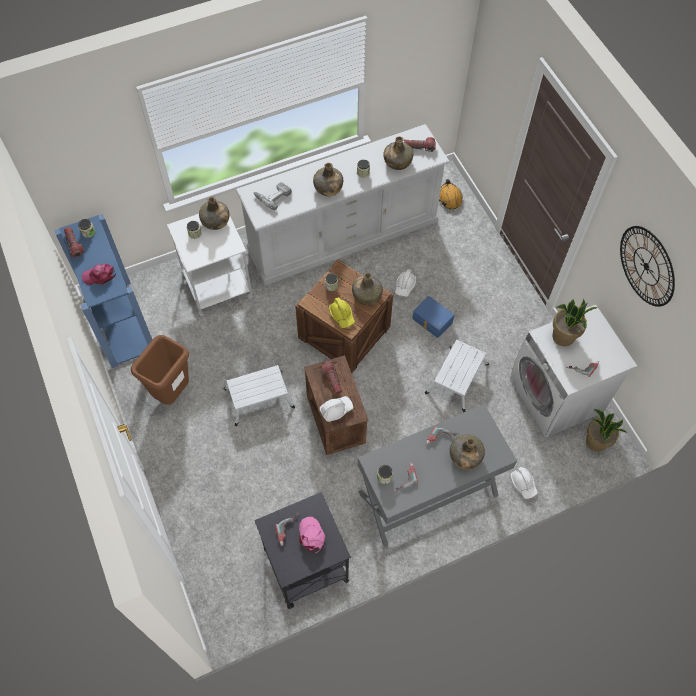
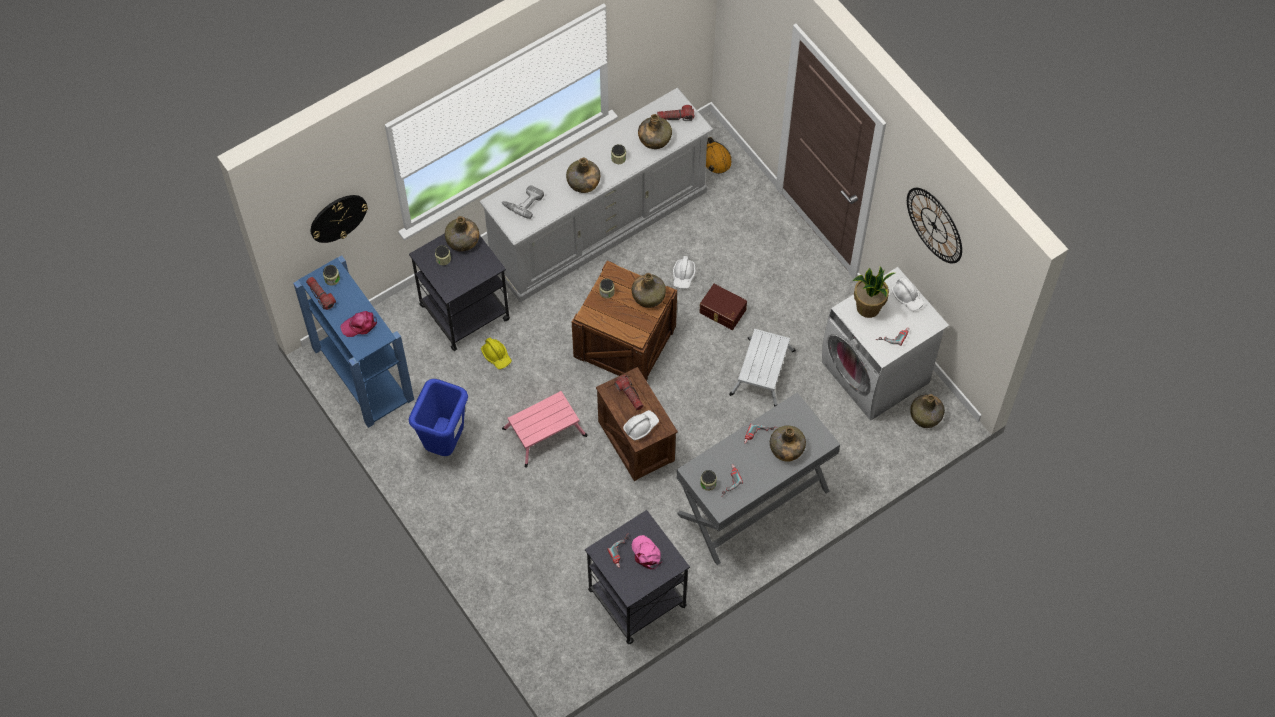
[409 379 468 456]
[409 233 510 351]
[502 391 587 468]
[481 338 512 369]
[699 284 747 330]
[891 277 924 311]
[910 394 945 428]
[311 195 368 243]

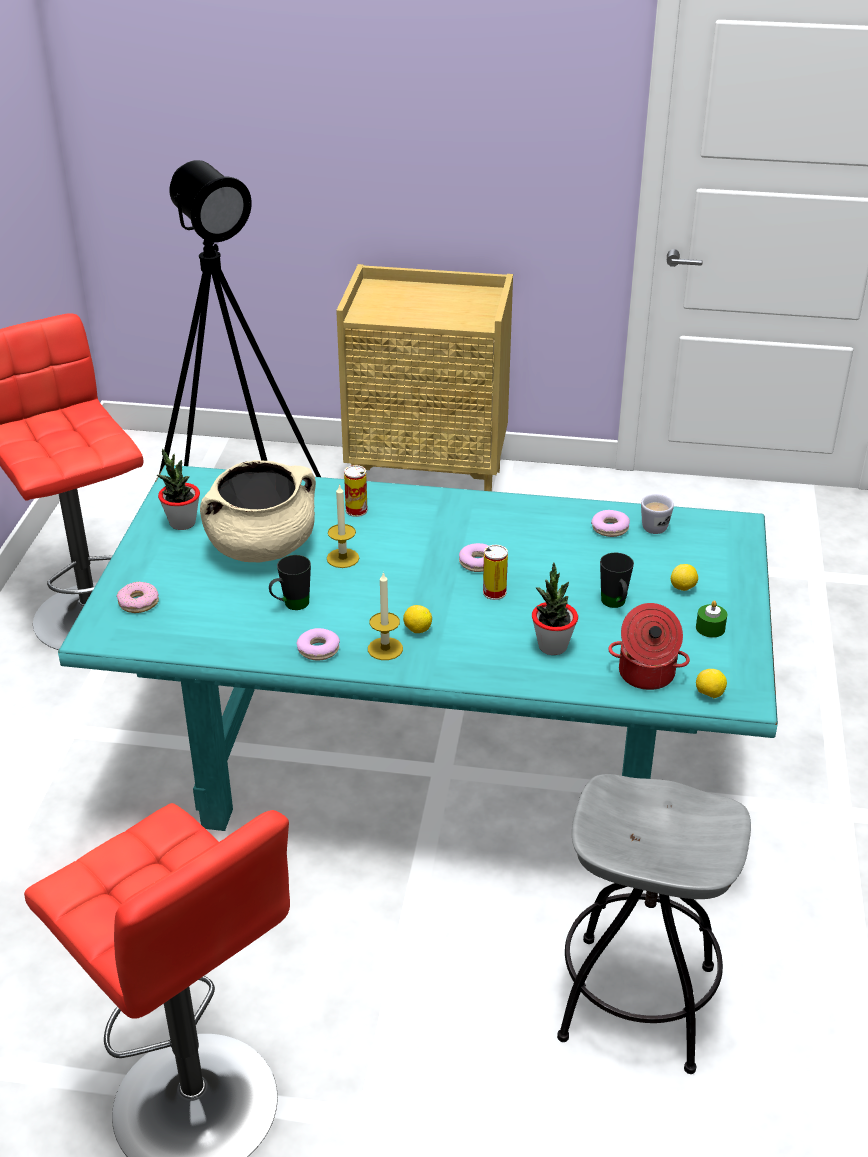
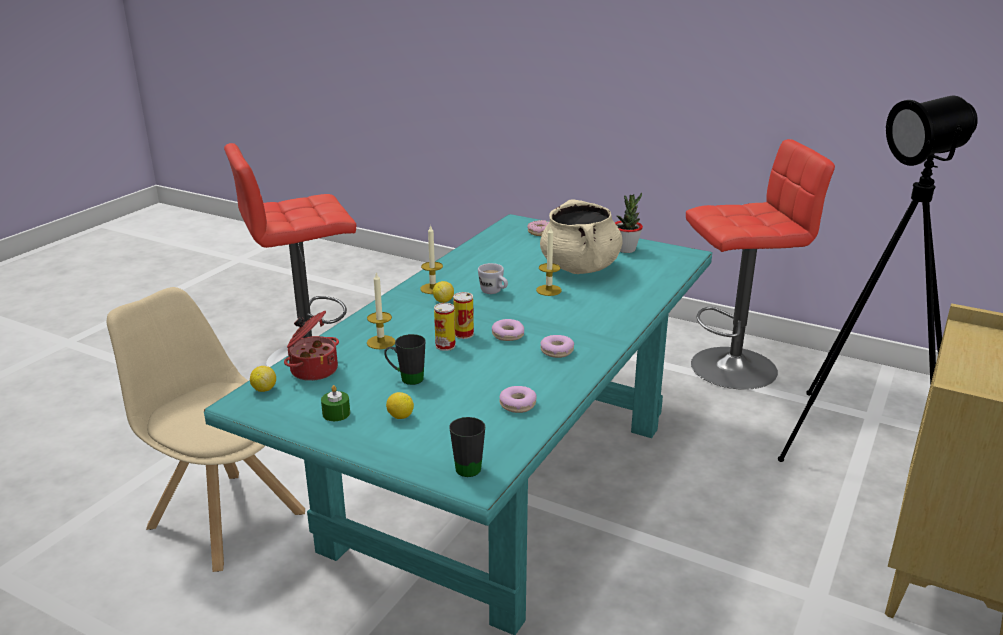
[449 417 485 477]
[540 335 574 358]
[434 303 455 351]
[367 272 395 349]
[107 287 305 572]
[478 263 508 294]

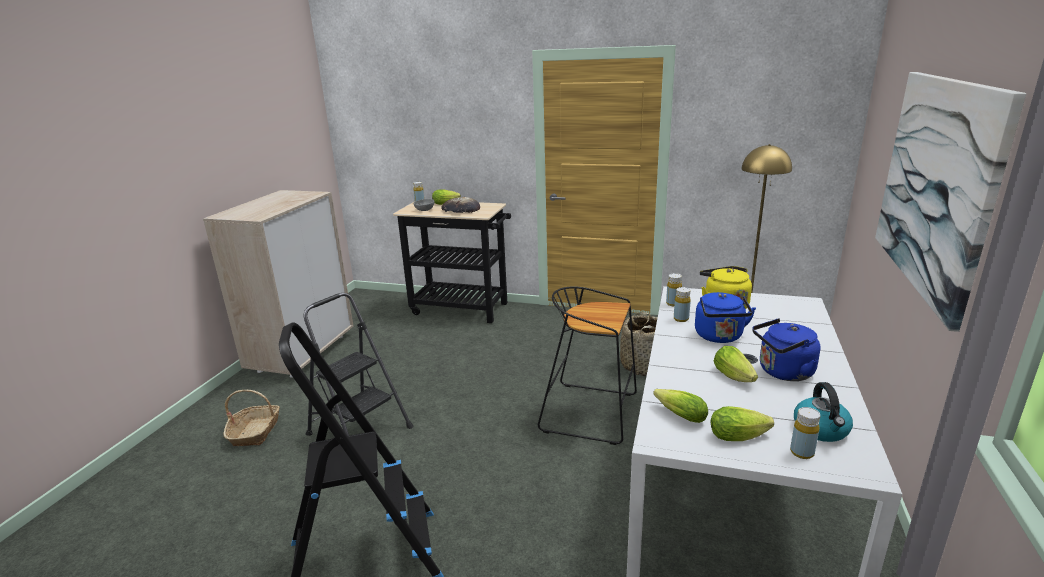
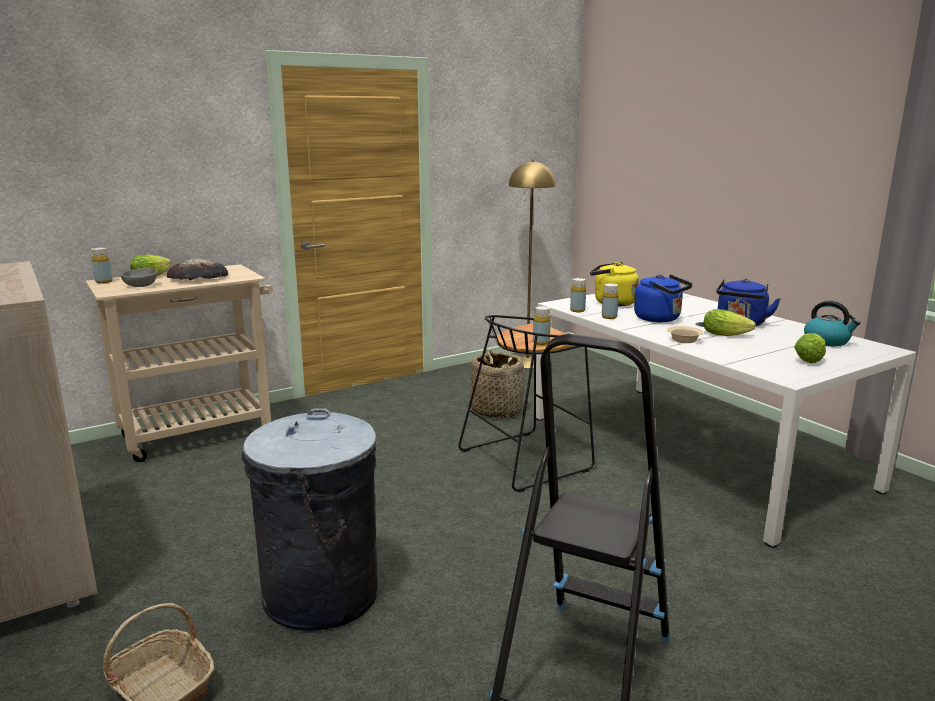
[242 408 378 631]
[86 264 273 462]
[653 389 708 423] (first image)
[533 306 551 345]
[875 72 1026 332] (first image)
[667 326 704 343]

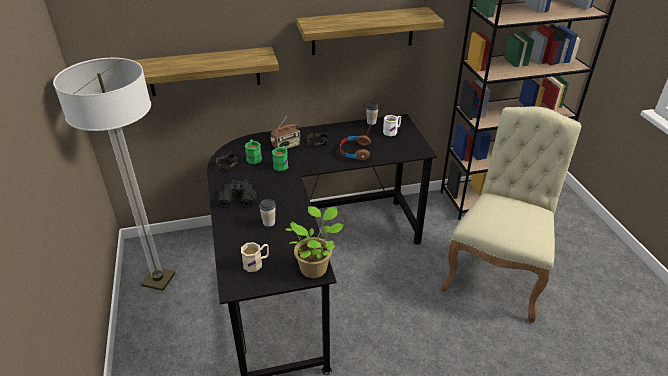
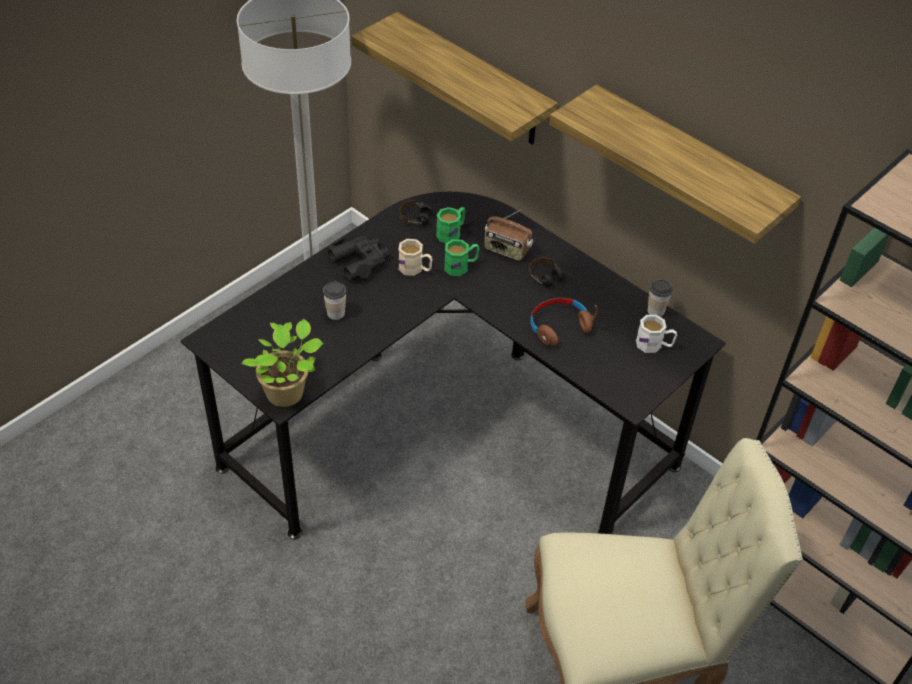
[398 239 433 276]

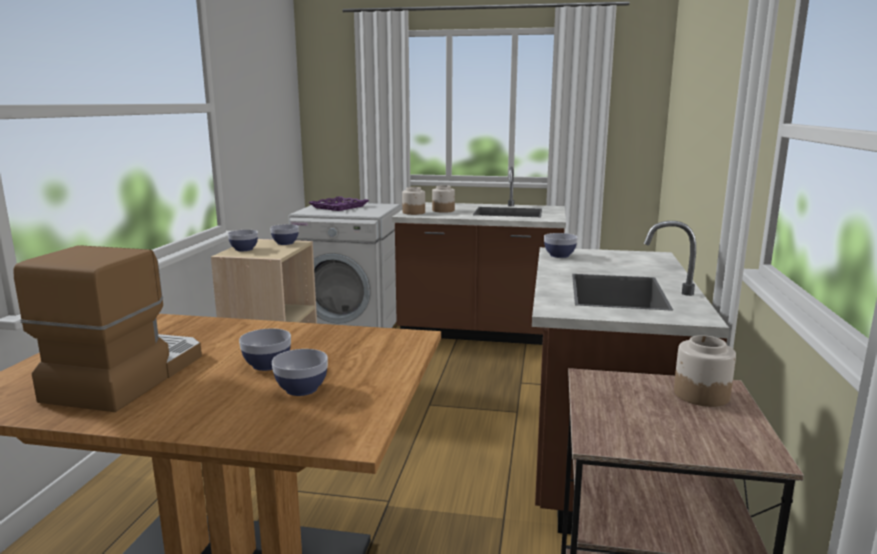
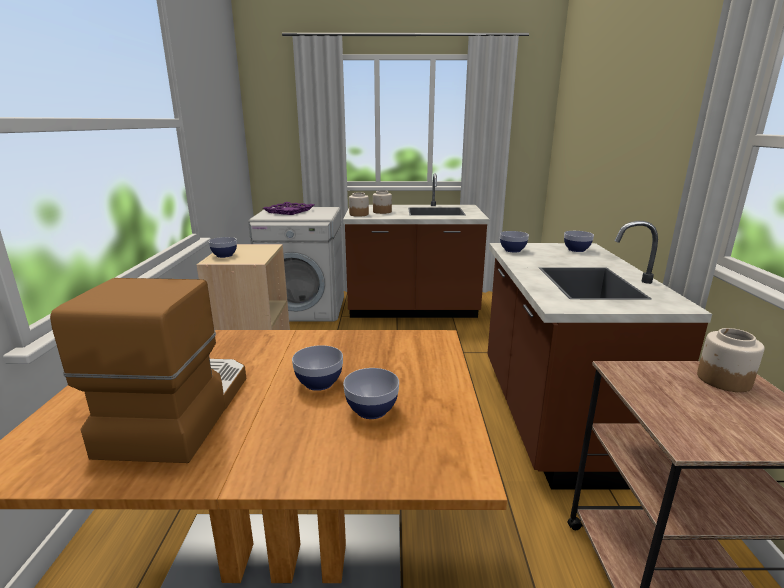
[564 231 594 252]

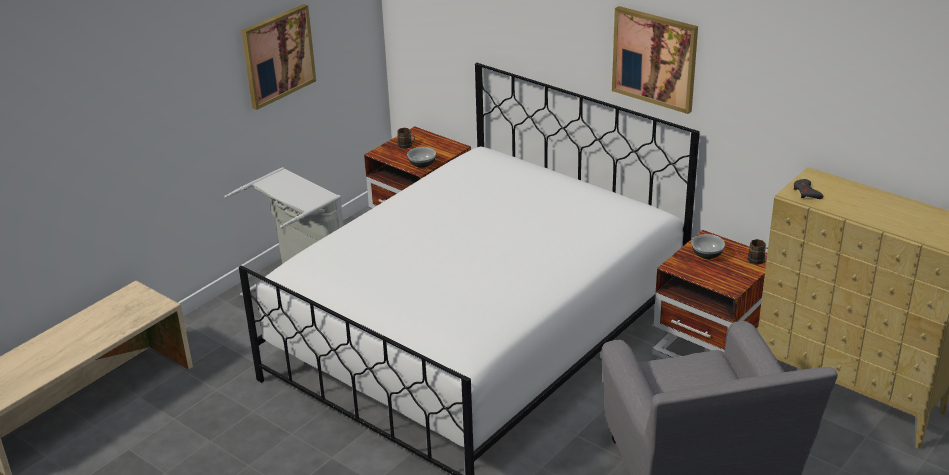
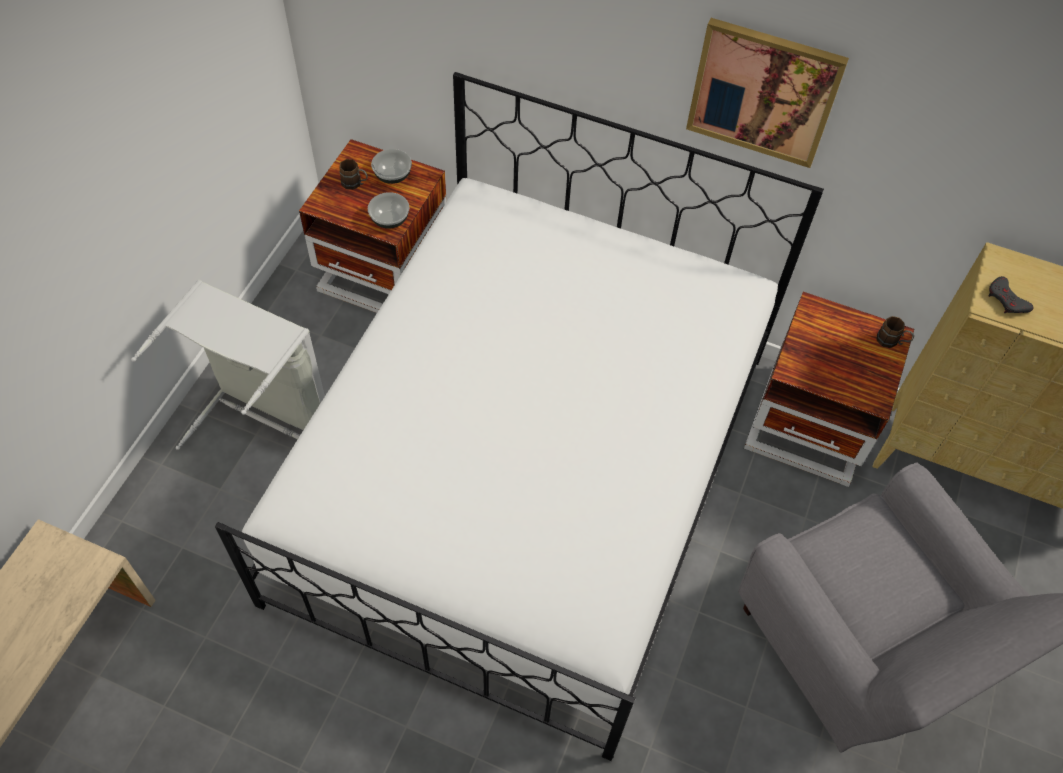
[241 4 316 110] (first image)
[371 149 412 184]

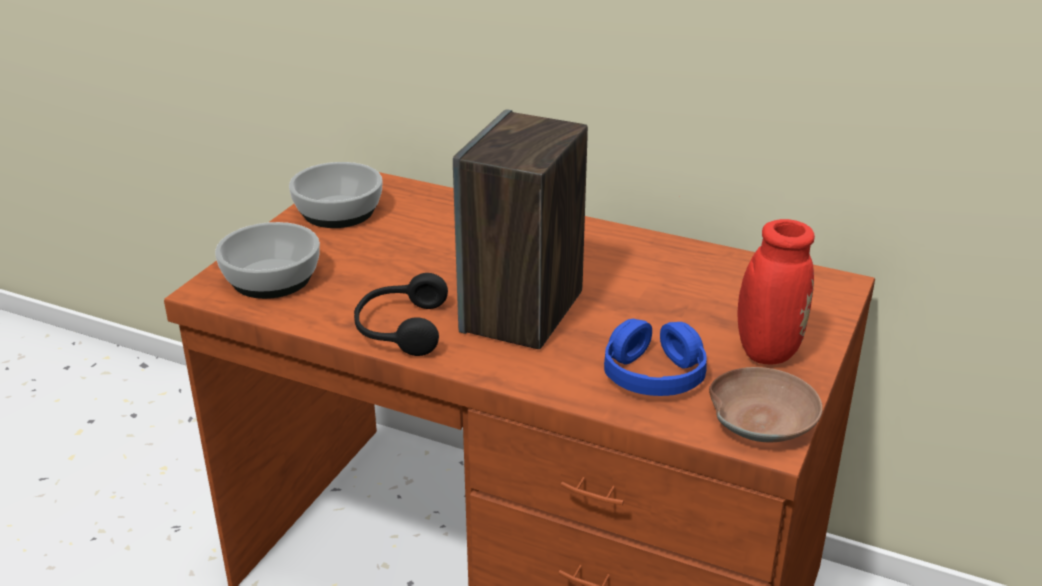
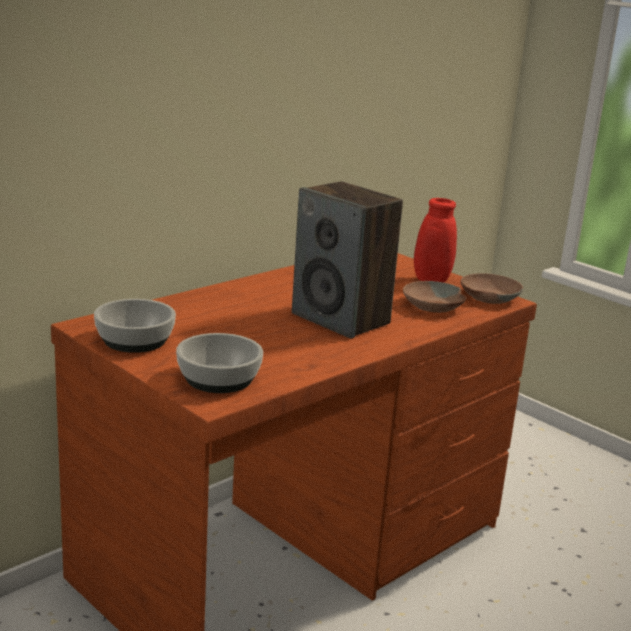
[354 273 448 356] (first image)
[403 281 466 313]

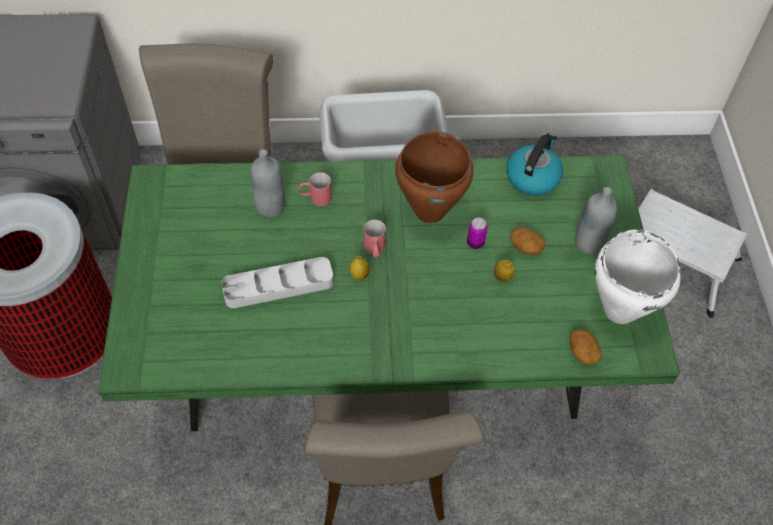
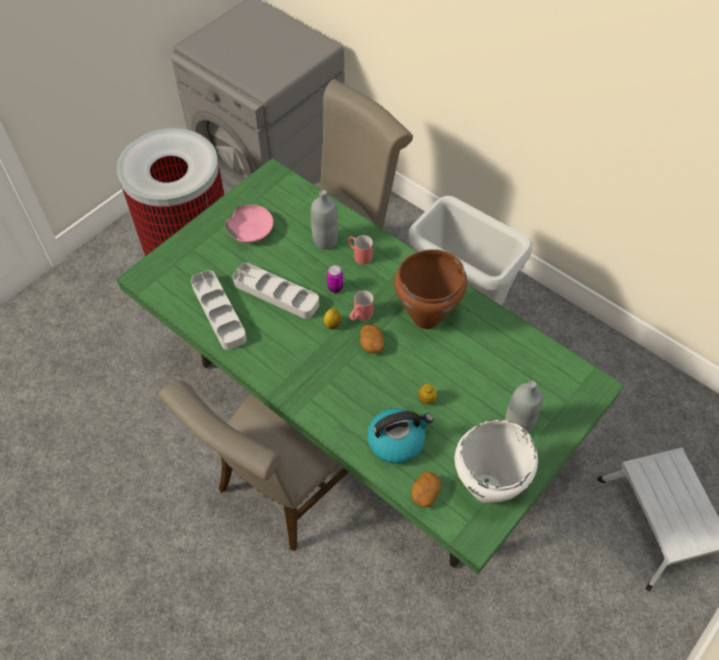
[327 265 343 293]
[367 408 434 464]
[360 324 384 354]
[191 270 247 350]
[225 205 273 243]

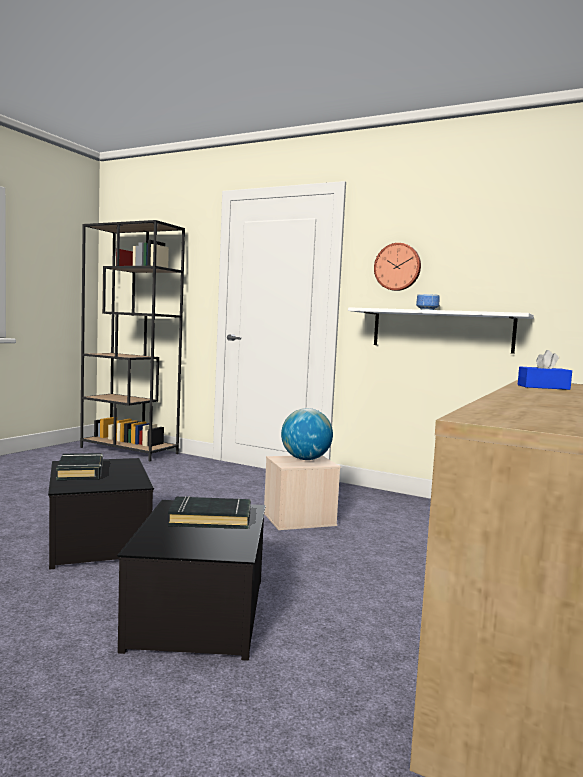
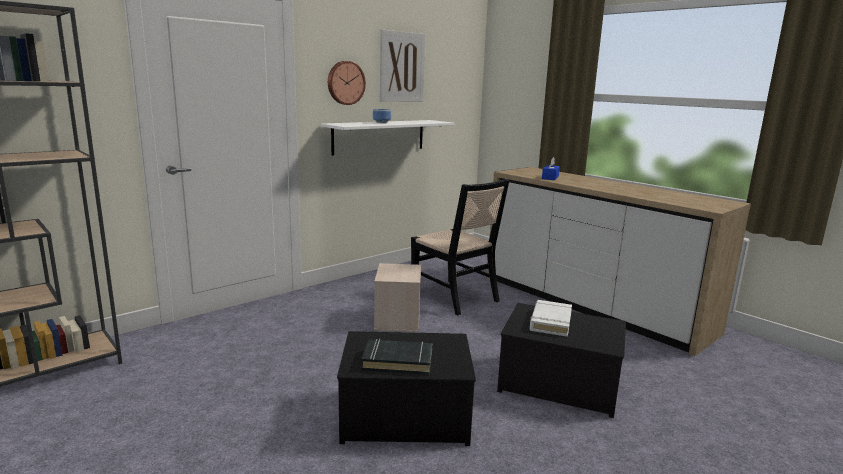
[530 300 572 337]
[281 408 333 460] (first image)
[380 30 425 102]
[411 179 509 315]

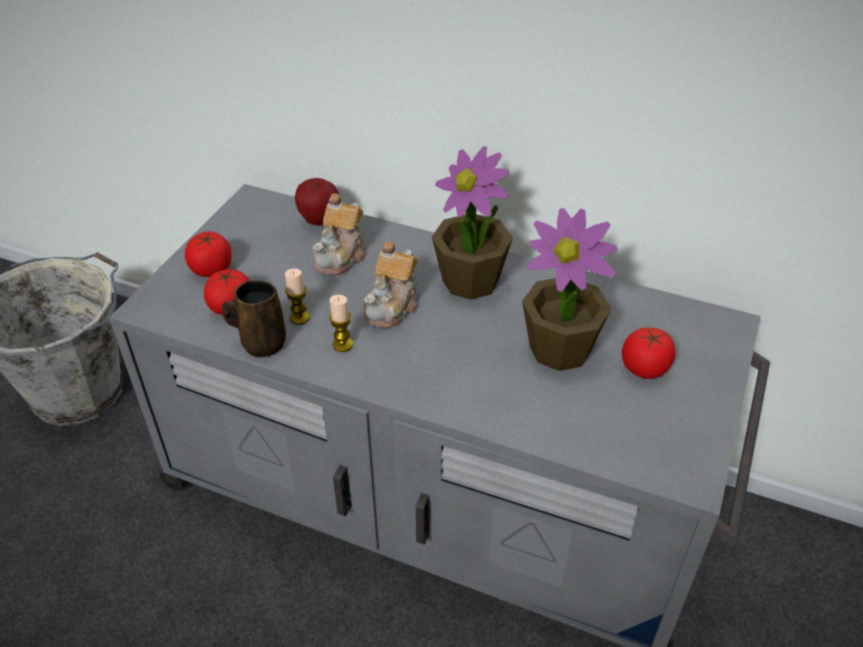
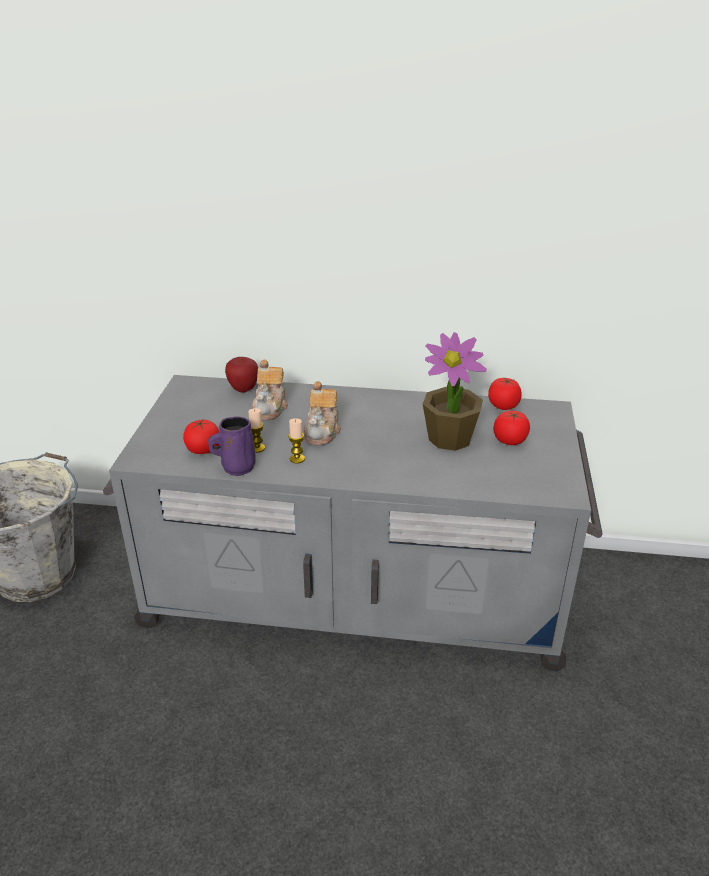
[488 378 522 410]
[208 416 256 476]
[432 146 513 300] (first image)

